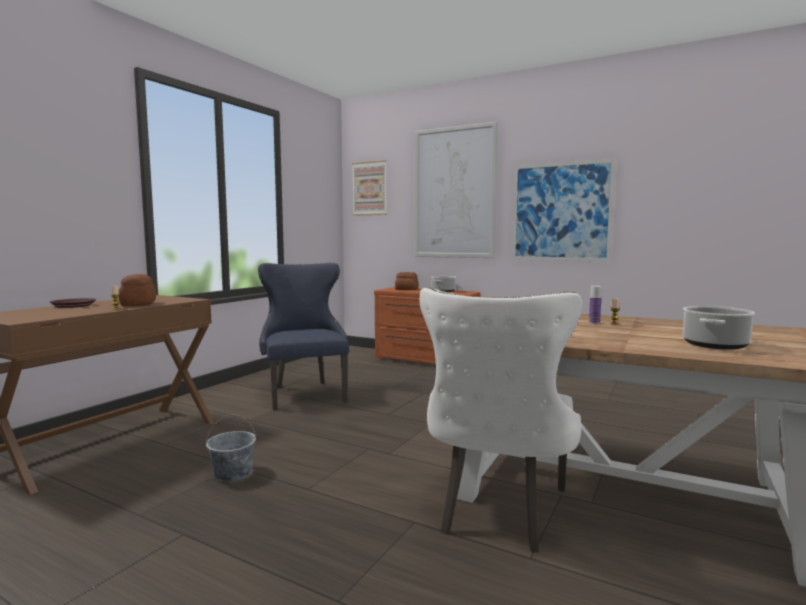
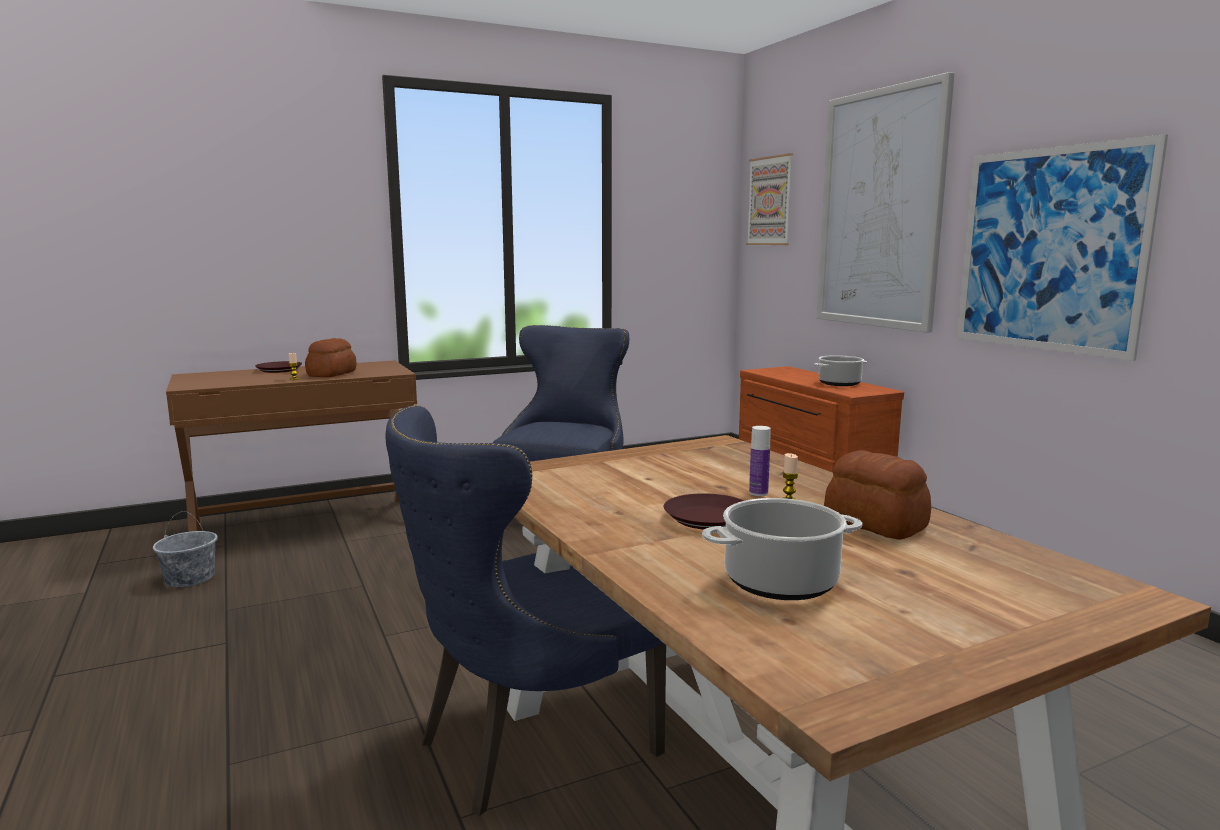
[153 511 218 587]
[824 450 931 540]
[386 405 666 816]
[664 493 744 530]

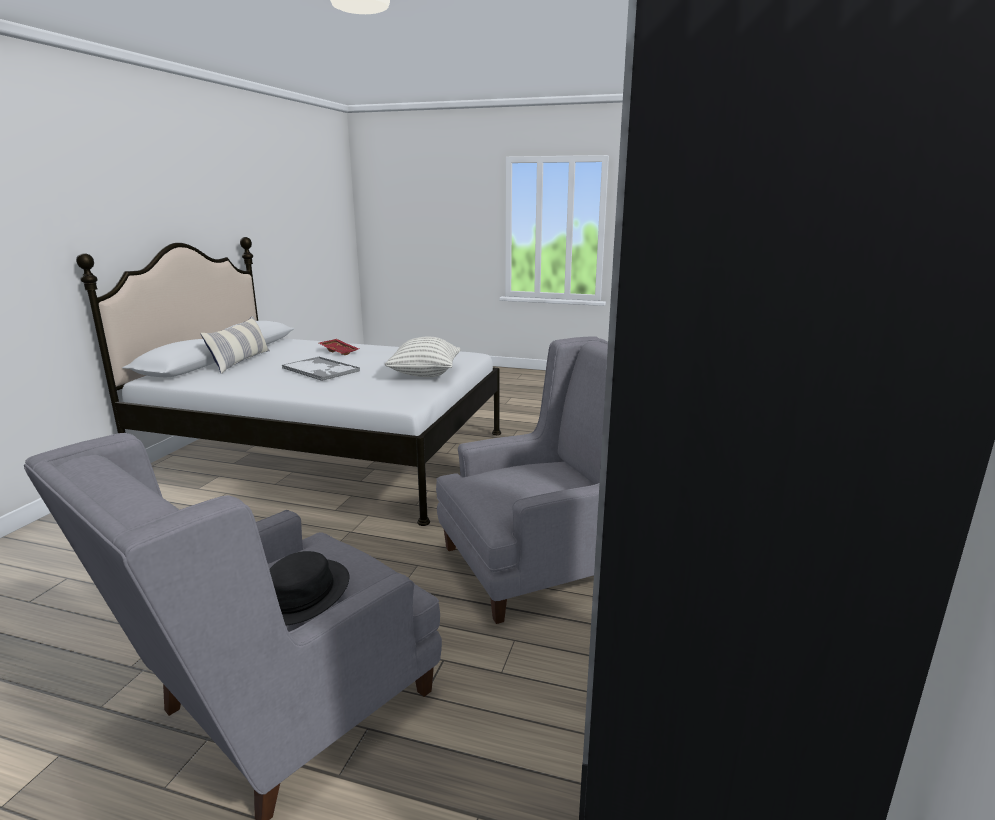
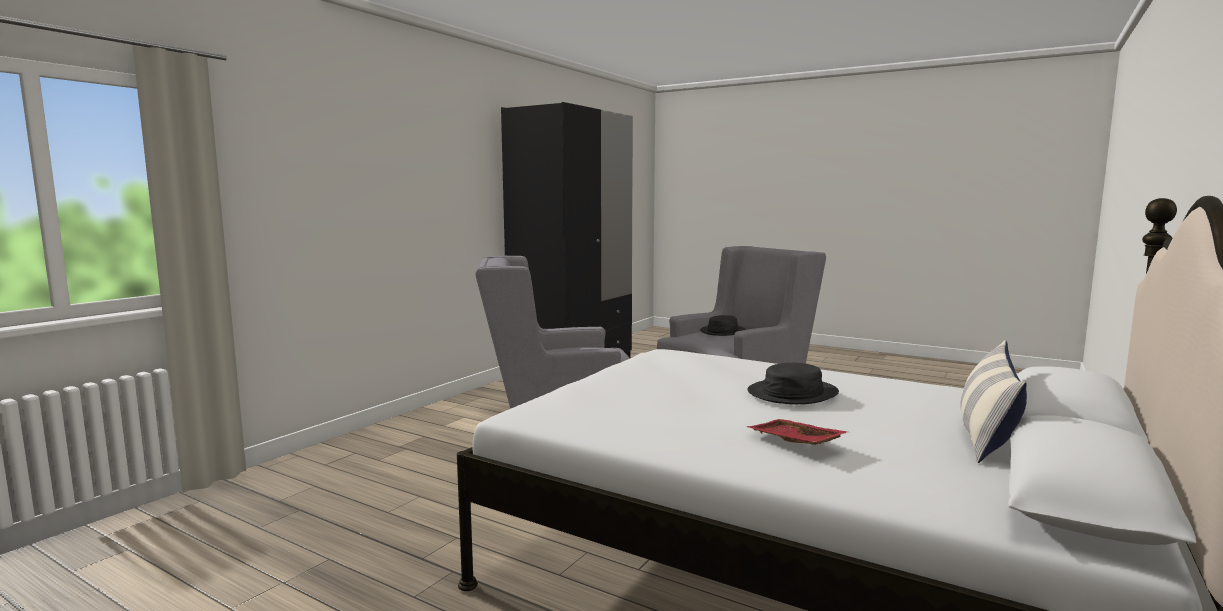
[748 363 839 404]
[385 337 460 377] (first image)

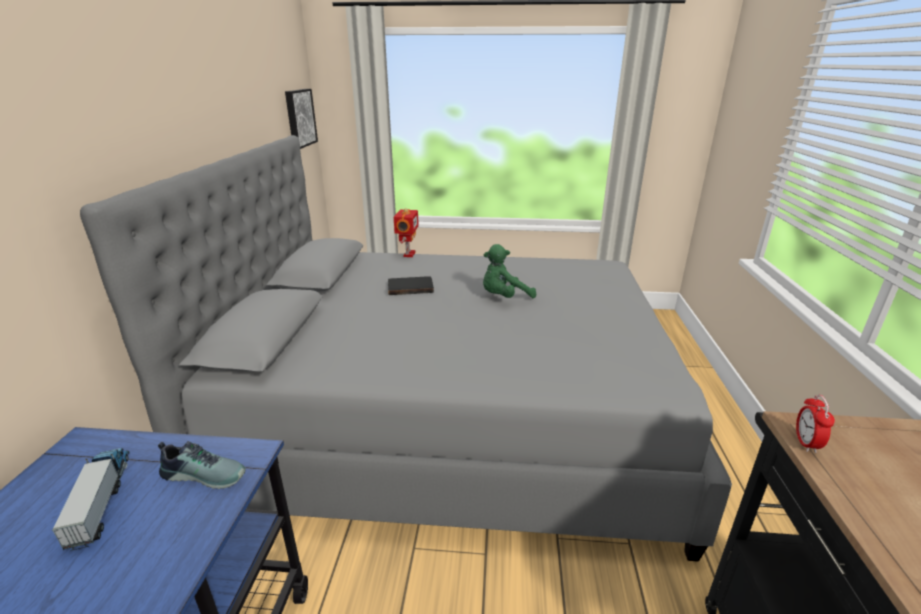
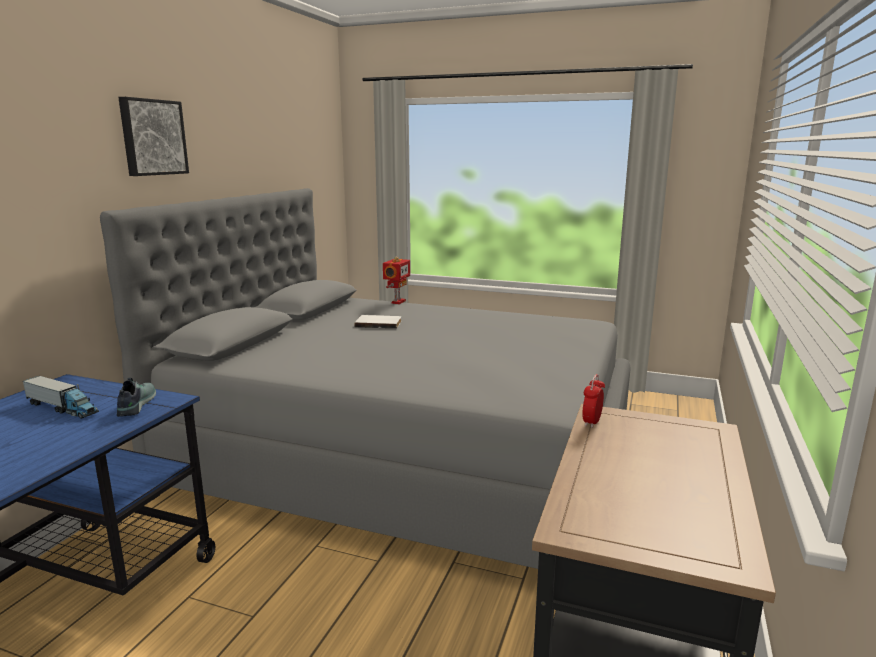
[23 376 99 419]
[117 378 156 417]
[118 97 189 176]
[354 315 401 329]
[483 244 536 298] (first image)

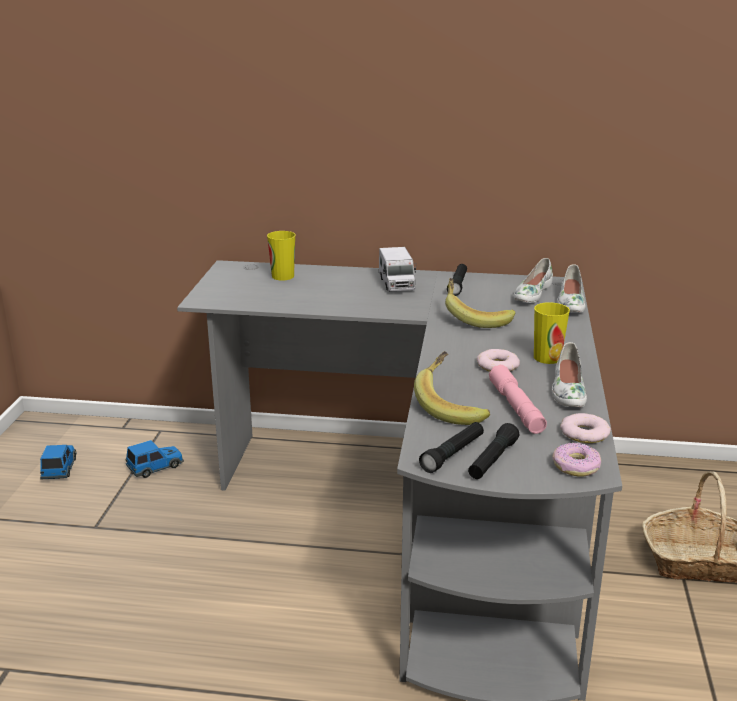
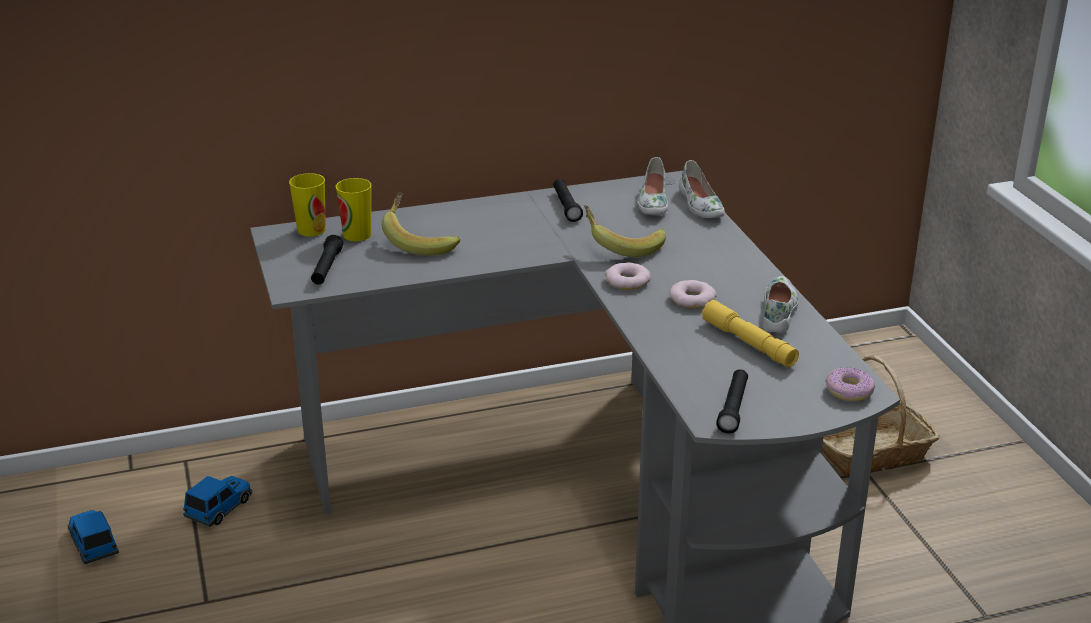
[379 247 416 291] (first image)
[382 192 460 255]
[311 235 343 285]
[702 300 799 367]
[289 173 326 236]
[763 276 798 333]
[605 262 651 290]

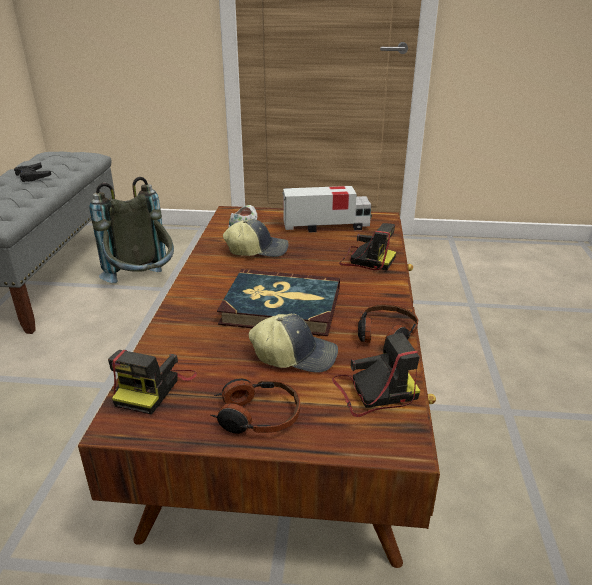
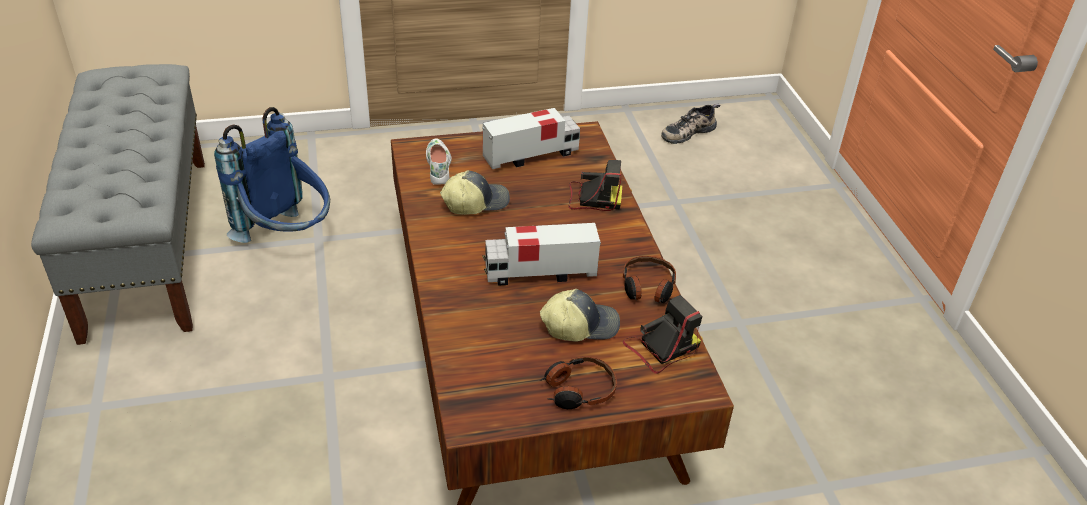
[14 162 51 182] (first image)
[214 107 330 243]
[108 350 197 415] (first image)
[482 223 601 286]
[661 104 720 144]

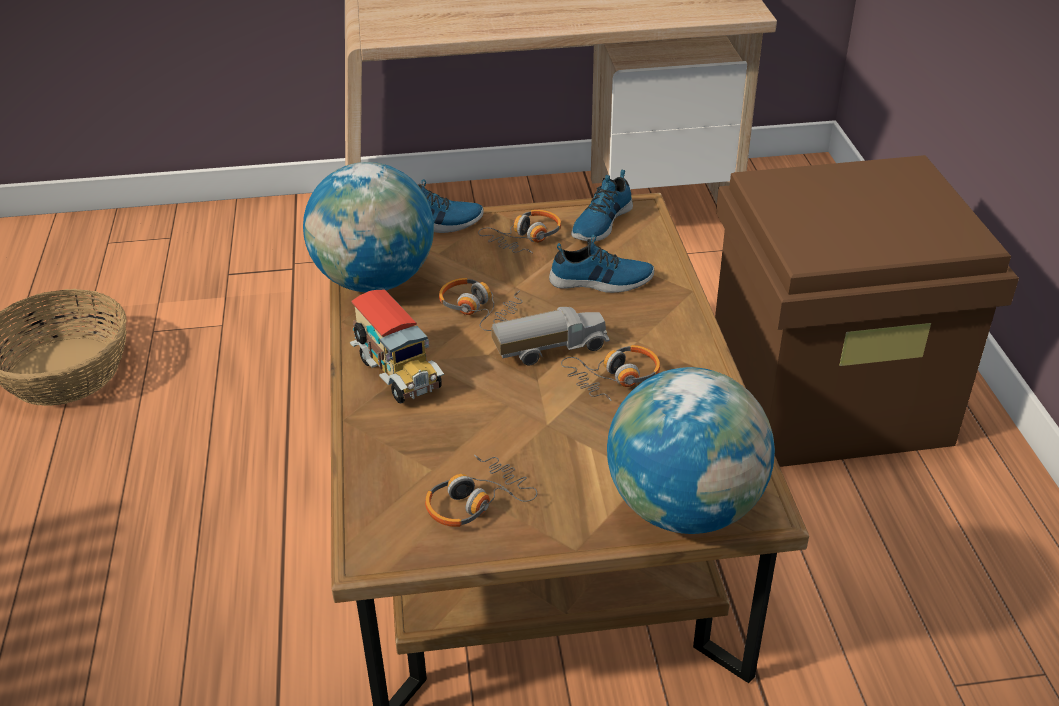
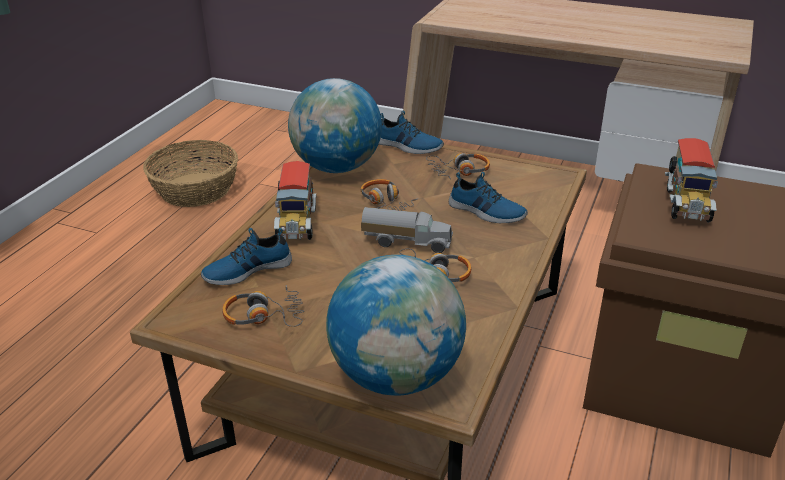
[201 228 292 285]
[665 138 718 223]

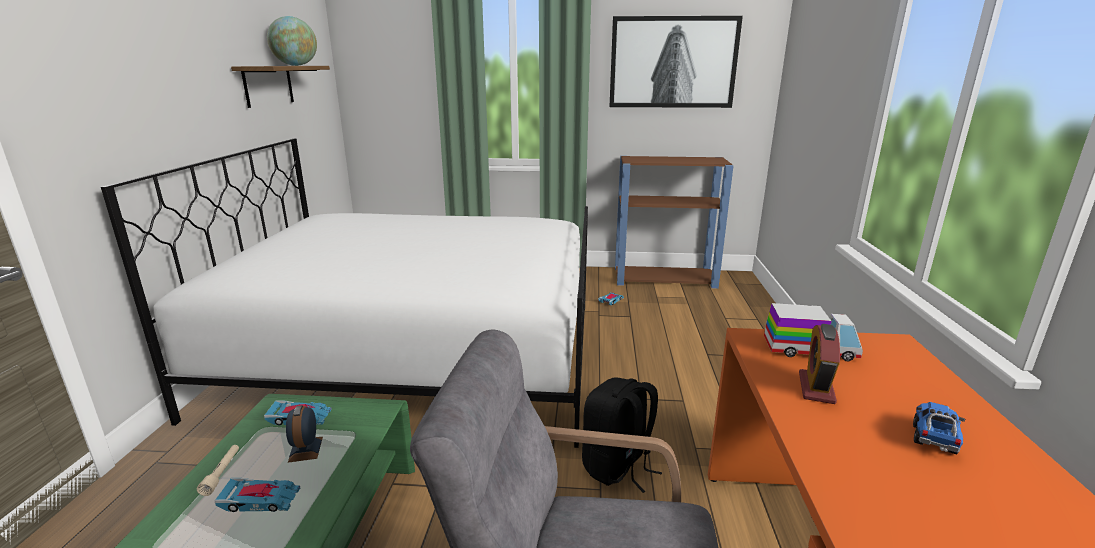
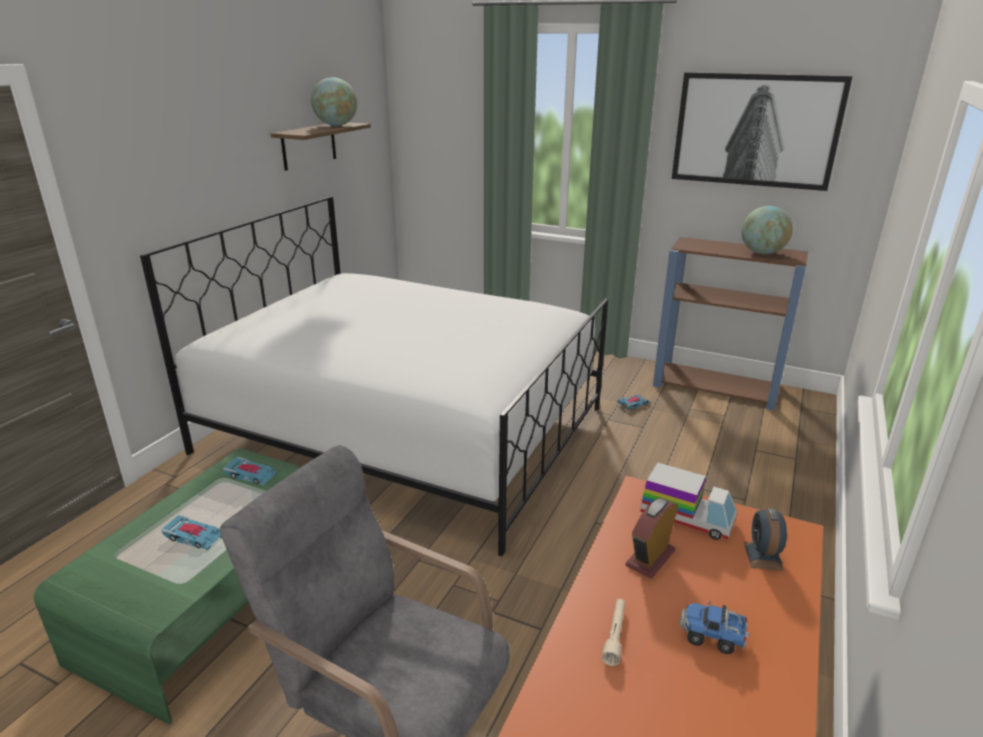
[601 599 625 666]
[744 508 787 571]
[582 377 662 493] (first image)
[680 601 749 654]
[741 206 793 254]

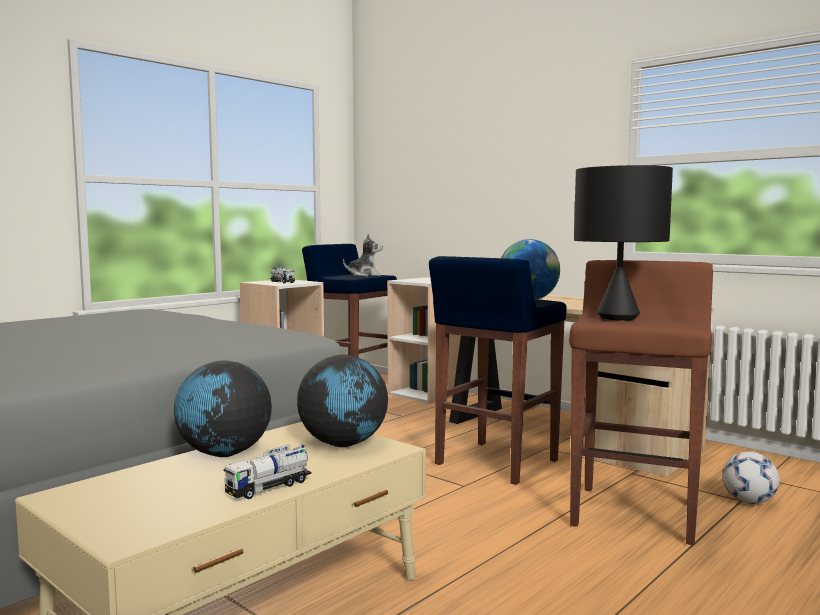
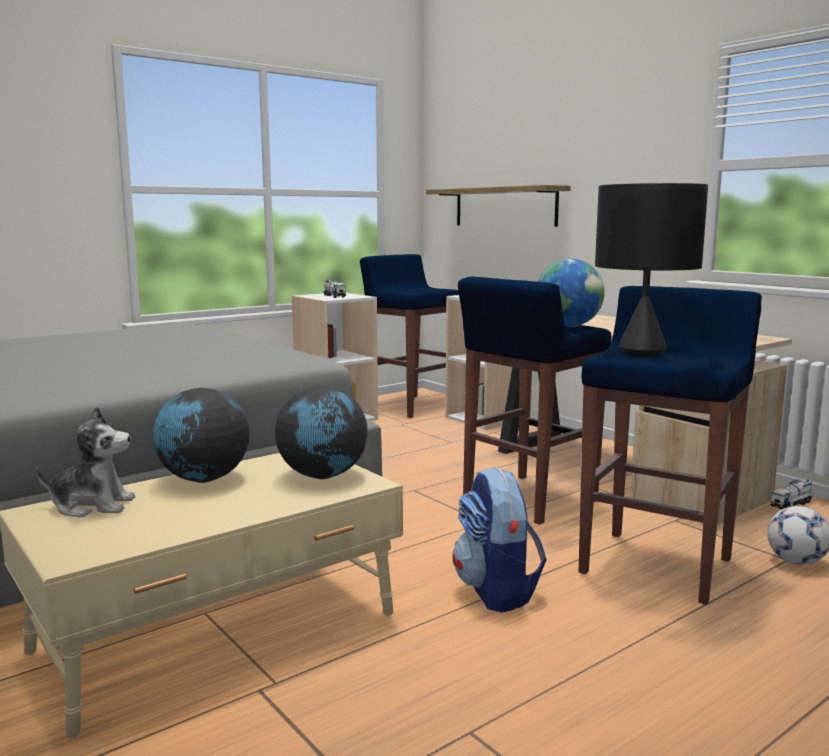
[771 479 813 509]
[36 406 135 517]
[579 286 762 605]
[426 185 571 227]
[452 467 547 613]

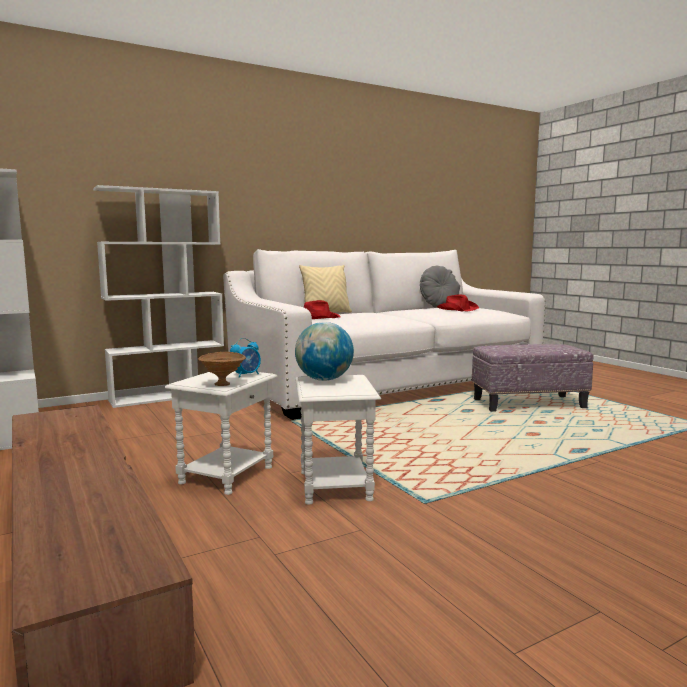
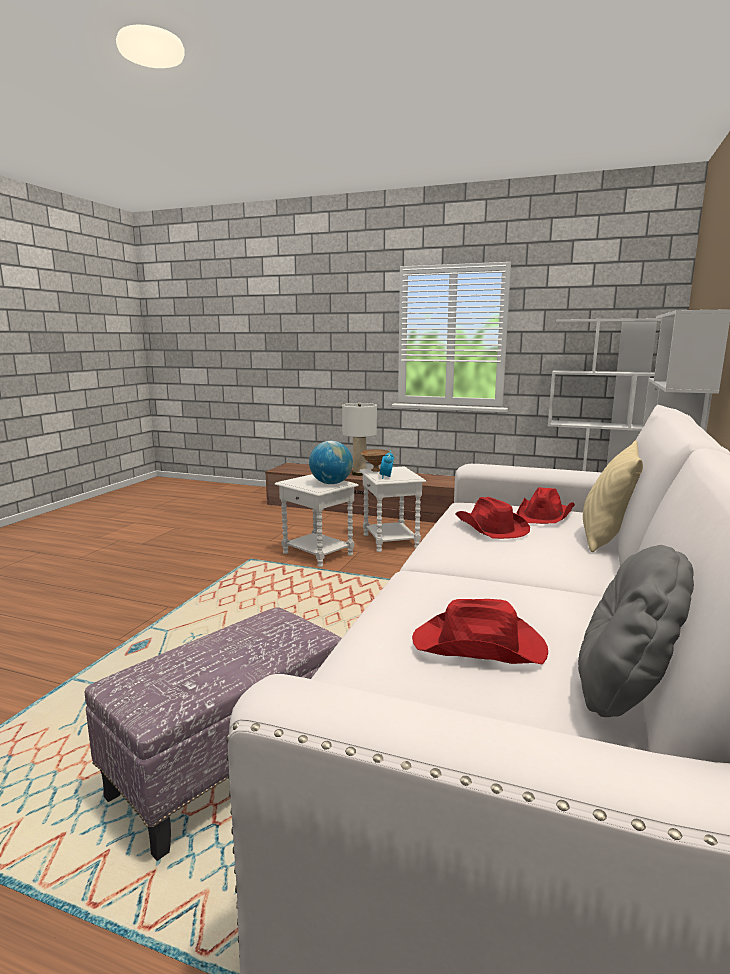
[342 403 377 476]
[455 497 530 539]

